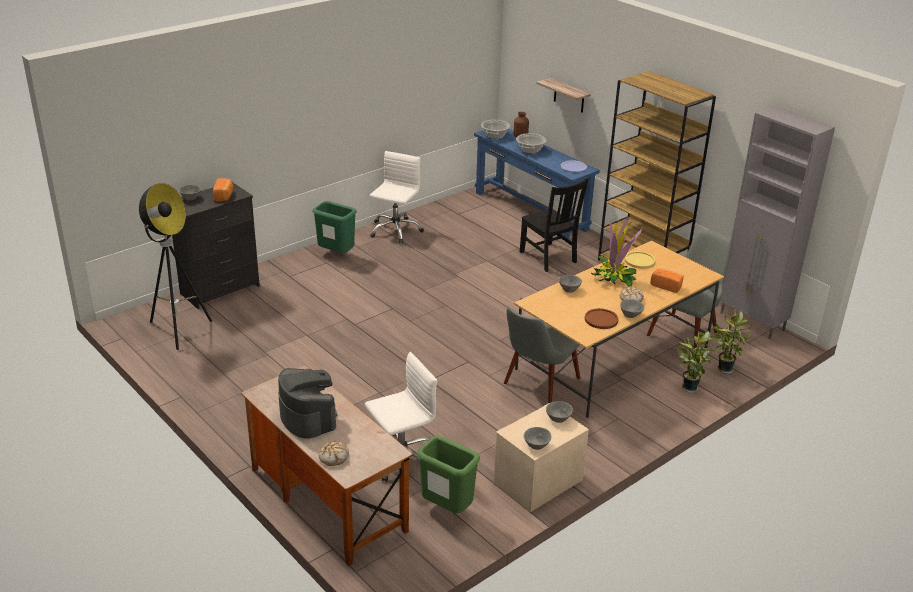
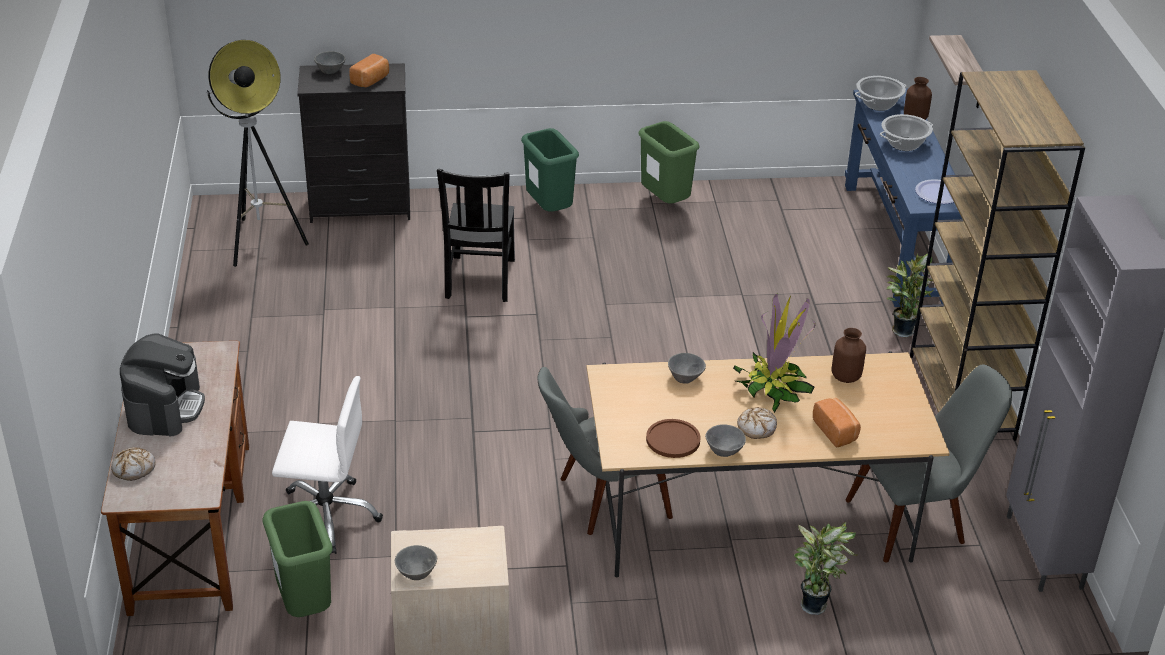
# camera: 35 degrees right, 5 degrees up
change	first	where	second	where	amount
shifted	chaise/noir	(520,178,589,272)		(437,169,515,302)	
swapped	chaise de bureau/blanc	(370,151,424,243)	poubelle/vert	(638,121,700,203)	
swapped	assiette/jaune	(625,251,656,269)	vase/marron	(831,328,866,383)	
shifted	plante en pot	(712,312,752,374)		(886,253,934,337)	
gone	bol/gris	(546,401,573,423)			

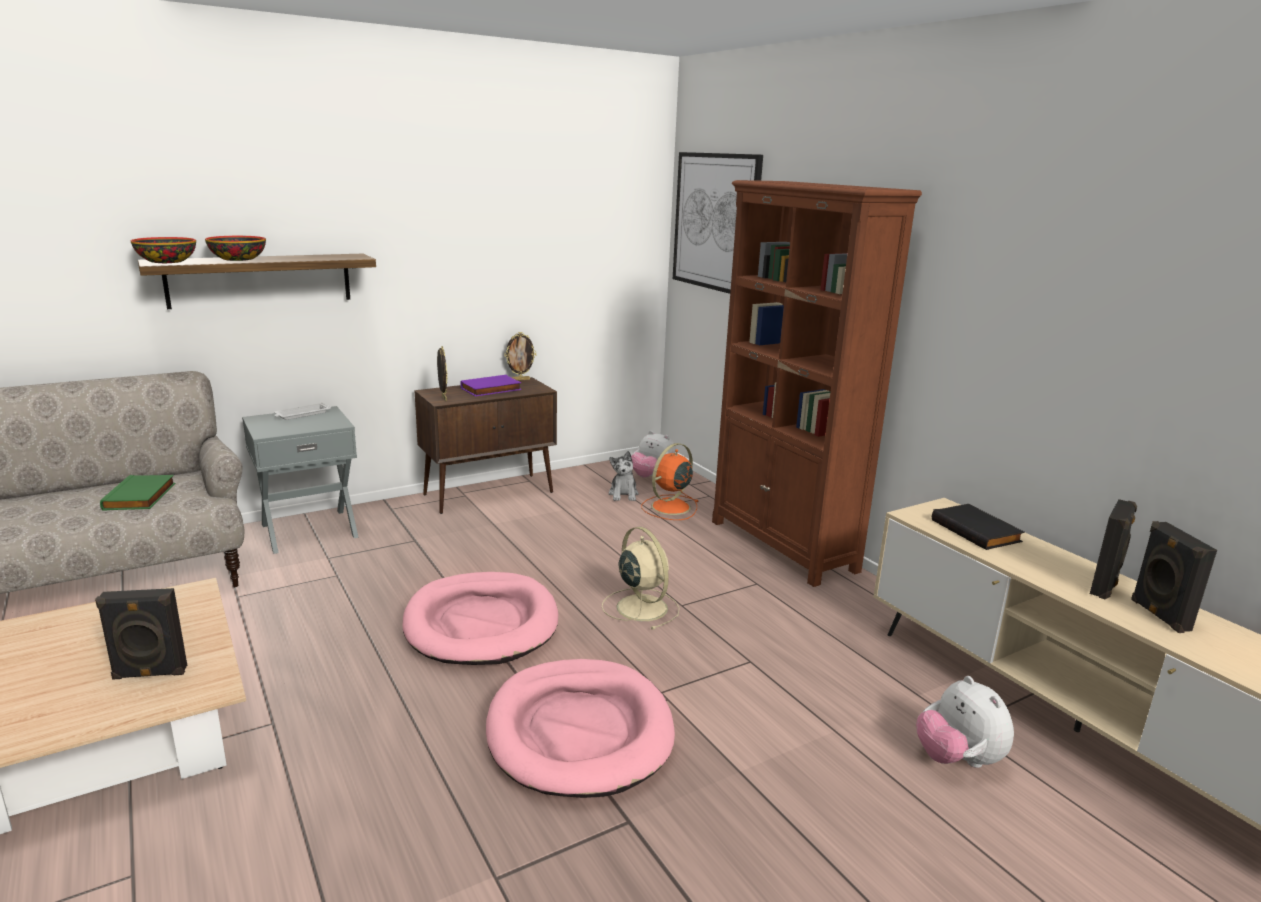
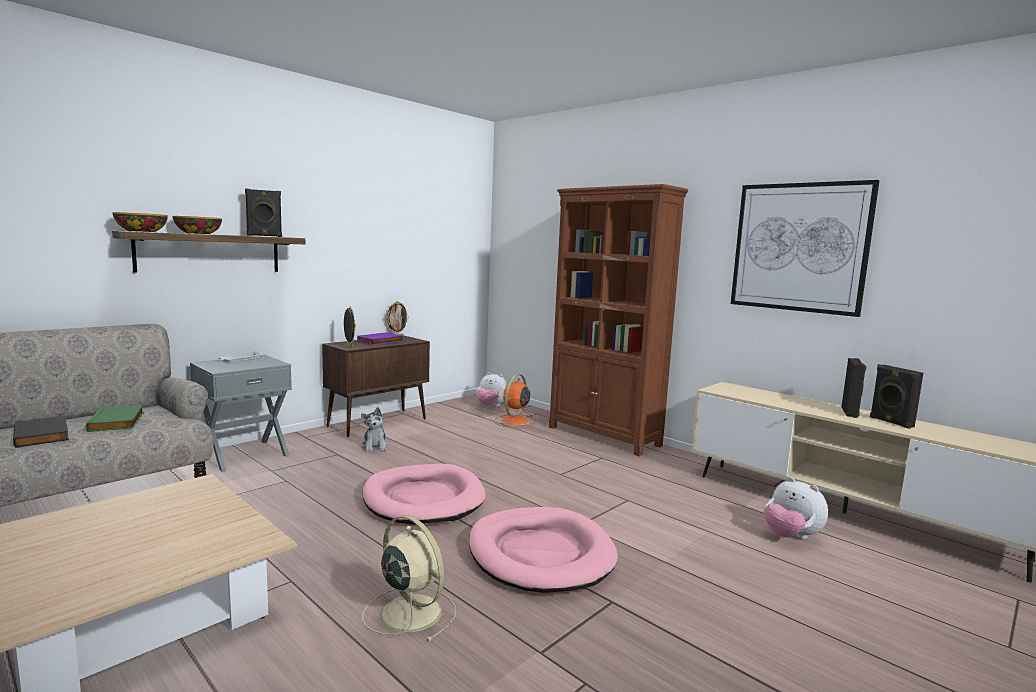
# camera: 15 degrees left, 10 degrees down
change	first	where	second	where	amount
shifted	livre/noir	(932,504,1025,550)		(13,416,69,448)	
shifted	enceinte/noir	(95,588,187,680)		(245,188,282,237)	
shifted	peluche	(608,451,639,501)		(361,407,388,452)	
shifted	ventilateur/beige	(602,527,680,630)		(362,515,456,642)	
shifted	tableau	(673,152,763,294)		(731,180,880,317)	

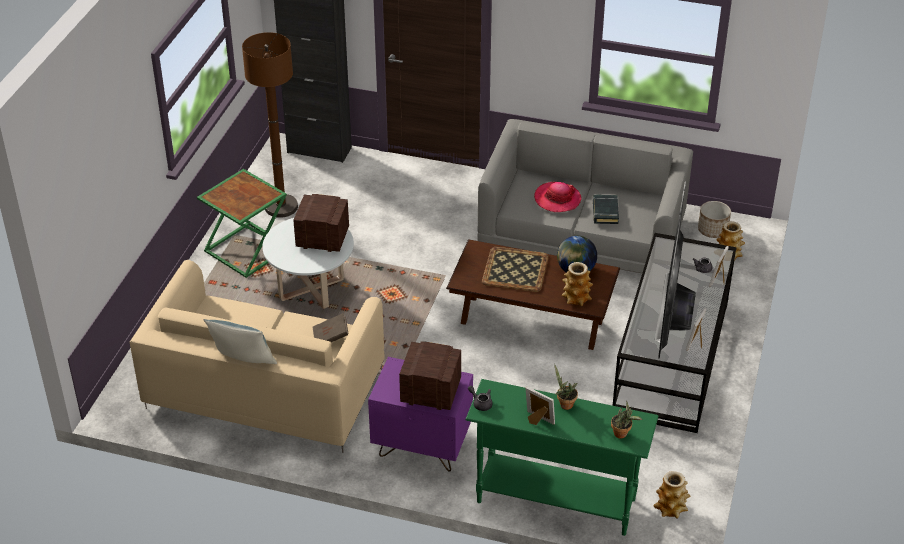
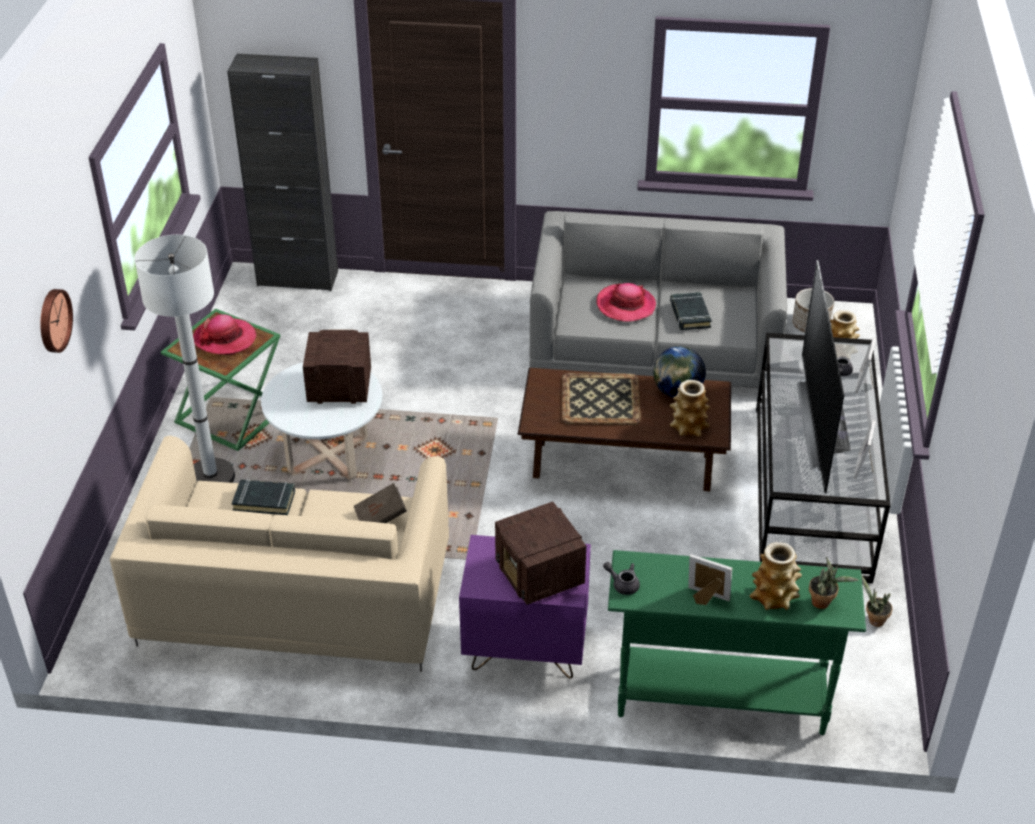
# camera: 10 degrees left, 0 degrees up
change	first	where	second	where	amount
new			horloge murale	(40,289,73,353)	
new			lampadaire/blanc	(134,235,235,483)	
new			chapeau	(193,314,256,355)	
new			livre/noir	(232,479,295,515)	
rotated	radio	(399,342,461,410)		(495,502,586,605)	120 degrees counterclockwise
shifted	vase	(653,471,690,519)		(750,542,802,610)	
shifted	plante en pot	(554,364,578,410)		(861,574,893,627)	
gone	coussin	(203,319,277,364)			
gone	lampadaire/marron	(242,32,298,218)			

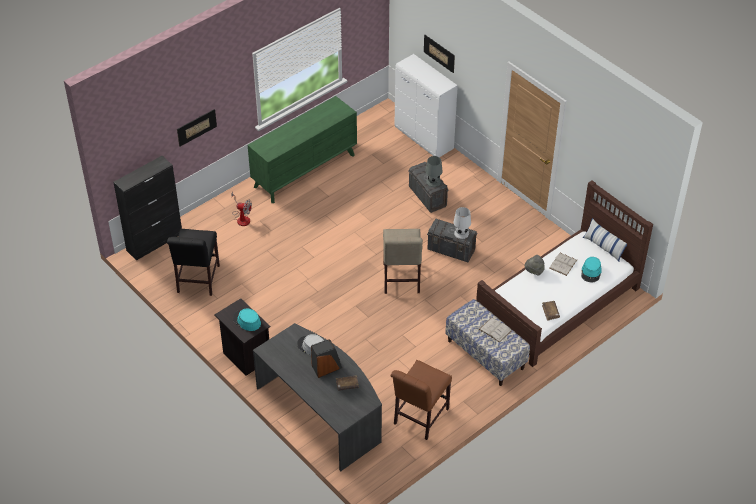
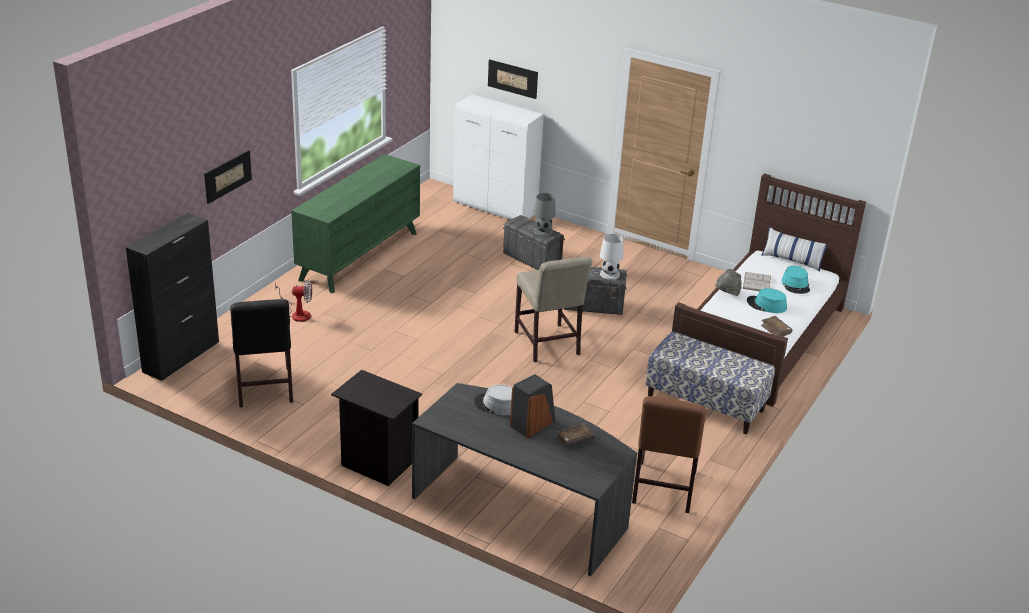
# camera: 20 degrees left, 15 degrees down
change	first	where	second	where	amount
shifted	chapeau/turquoise	(233,309,261,331)		(747,288,787,313)	
gone	livre/blanc	(479,318,512,343)			

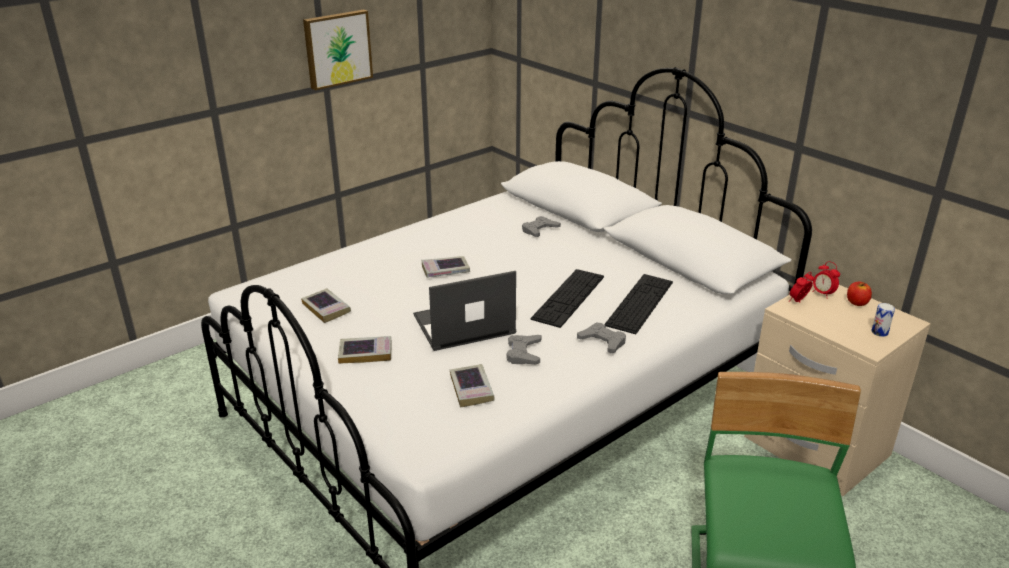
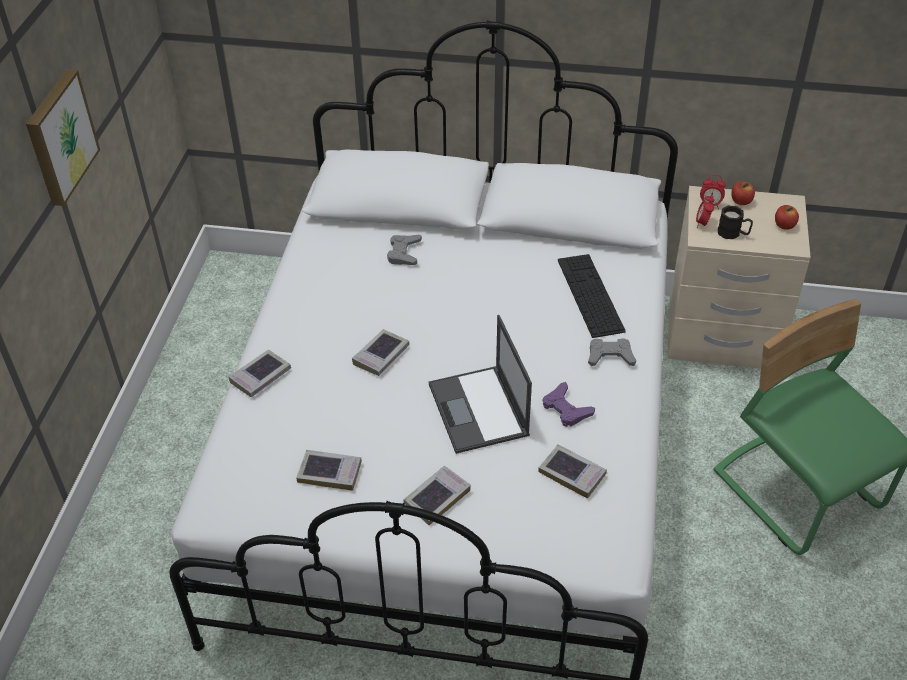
# camera: 40 degrees left, 15 degrees up
change	first	where	second	where	amount
new			livre	(228,350,291,397)	
rotated	ordinateur portable	(413,271,516,351)		(429,315,532,454)	45 degrees counterclockwise
repainted	manette/gris	(506,335,542,364)	manette/violet	(543,382,595,427)	
new			mug/noir	(718,206,753,239)	
swapped	boîte métallique	(871,303,895,337)	pomme	(775,205,799,230)	
gone	clavier	(531,269,604,328)			

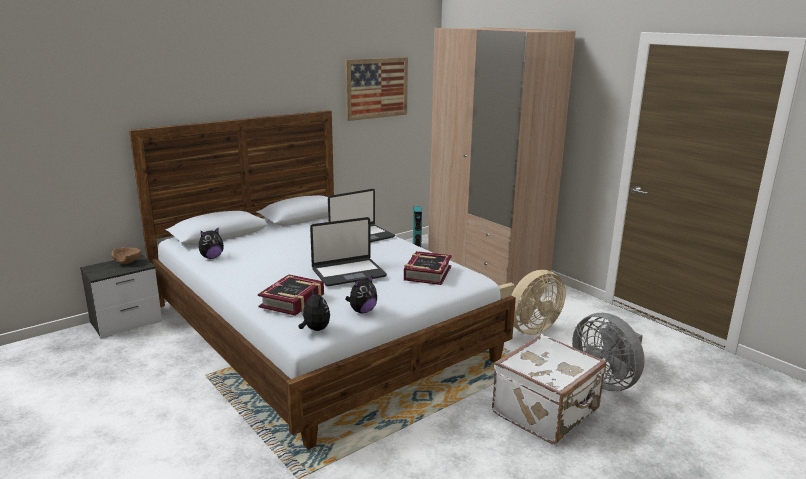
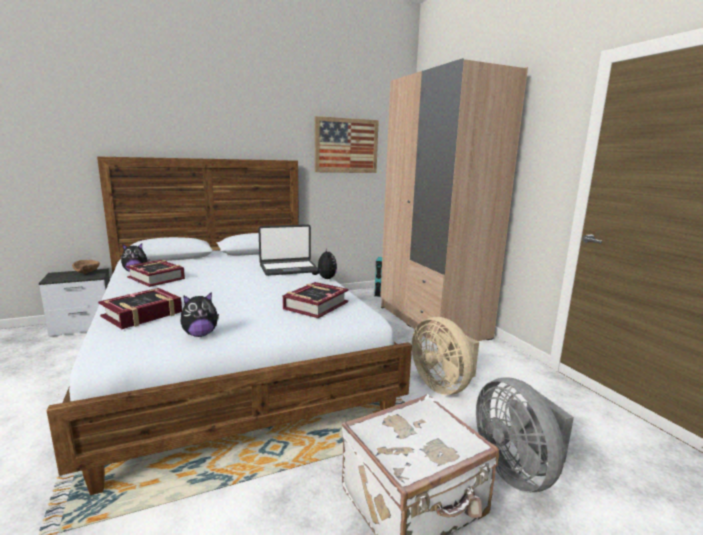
# camera: 15 degrees right, 5 degrees down
change	first	where	second	where	amount
new			livre	(126,260,185,287)	
shifted	peluche	(299,289,330,331)		(312,248,337,279)	
rotated	ventilateur/beige	(499,270,566,335)		(412,317,479,395)	75 degrees clockwise
gone	ordinateur portable	(310,217,387,286)			

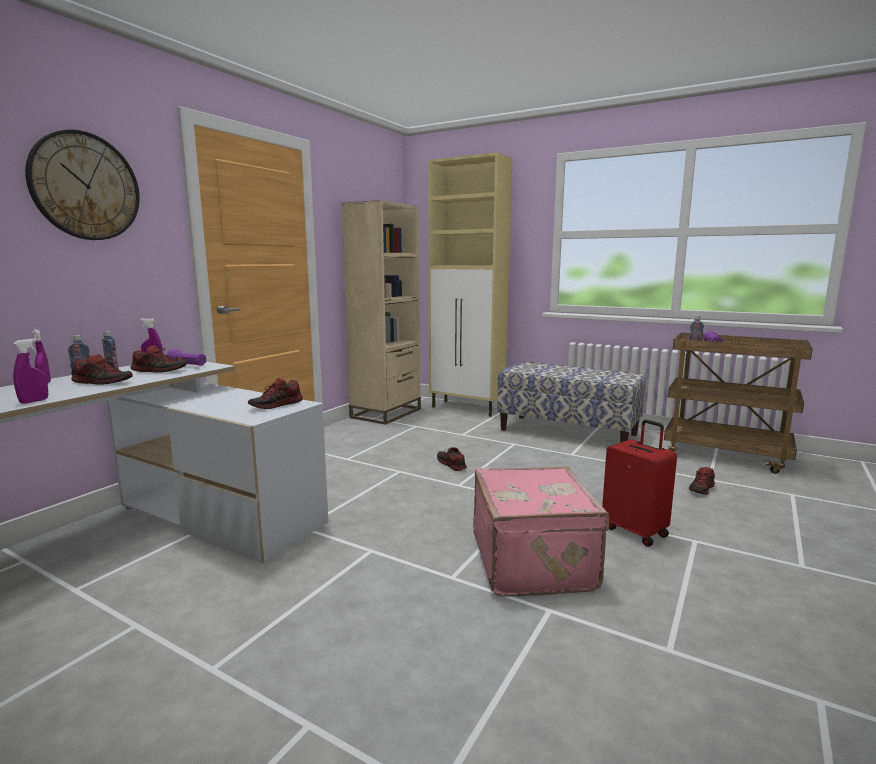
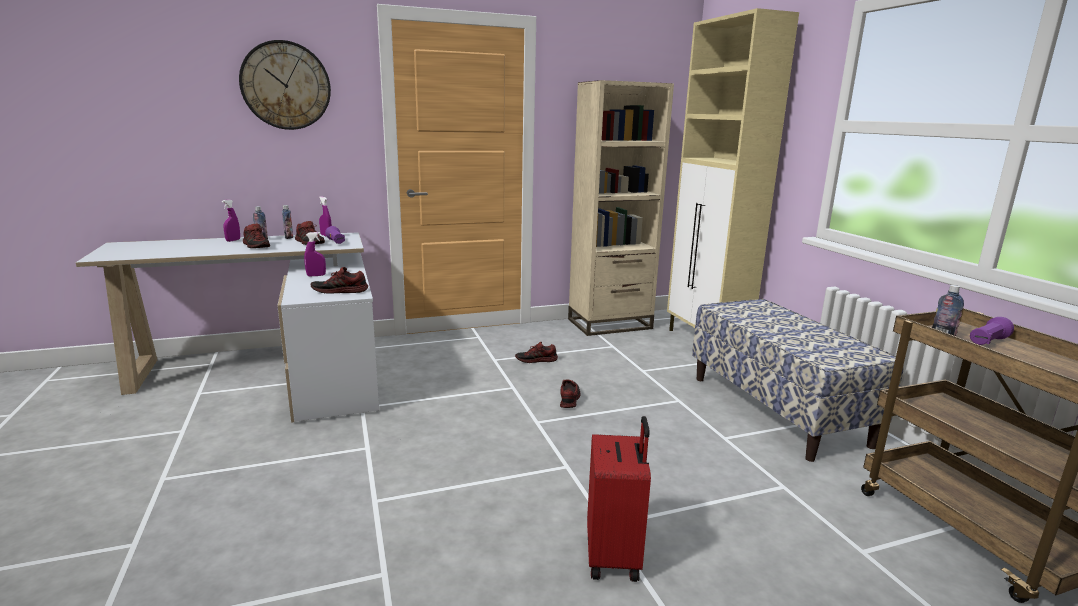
# camera: 40 degrees right, 5 degrees up
change	first	where	second	where	amount
shifted	vaporisateur/violet	(13,339,48,404)		(304,232,326,276)	
shifted	chaussure	(689,467,715,495)		(515,342,558,363)	
gone	valise/rose	(473,466,609,596)			

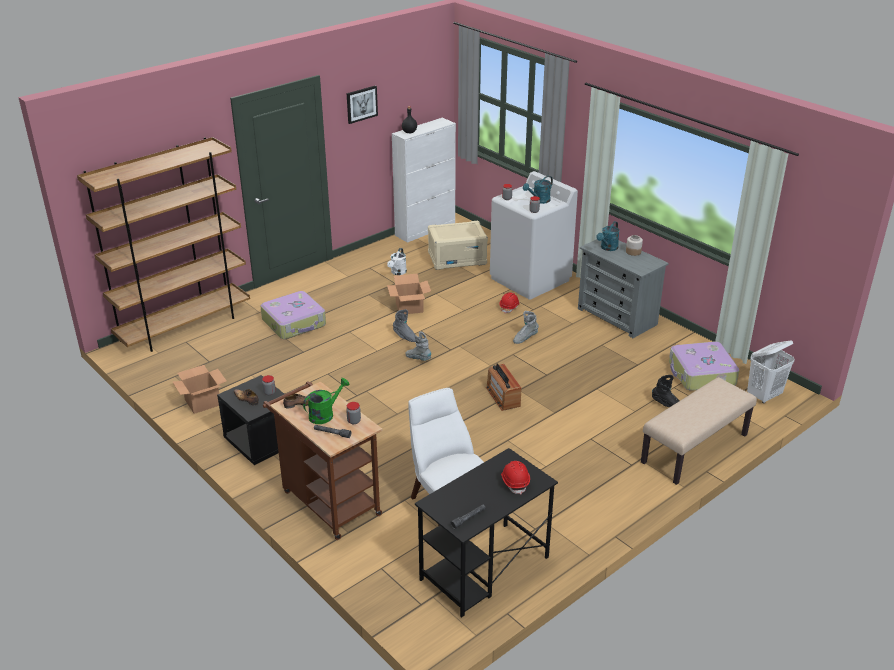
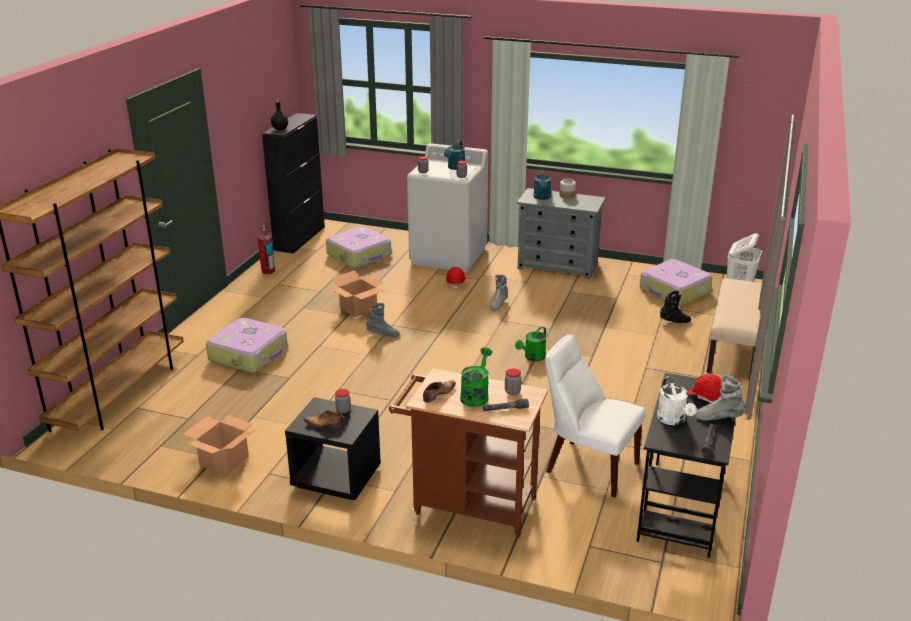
# camera: 30 degrees left, 5 degrees down
change	first	where	second	where	amount
new			extincteur	(257,222,275,274)	
repainted	meuble de rangement/blanc	(392,118,456,243)	meuble de rangement/noir	(262,113,325,254)	
swapped	boîte de rangement/beige	(428,221,488,270)	valise	(326,226,391,268)	
swapped	radio	(486,363,522,411)	arrosoir/vert	(515,326,546,361)	
shifted	arrosoir/blanc	(387,248,407,275)		(657,377,697,426)	
shifted	botte/gris	(405,331,431,361)		(695,375,746,421)	
gone	tableau	(347,86,378,124)			

